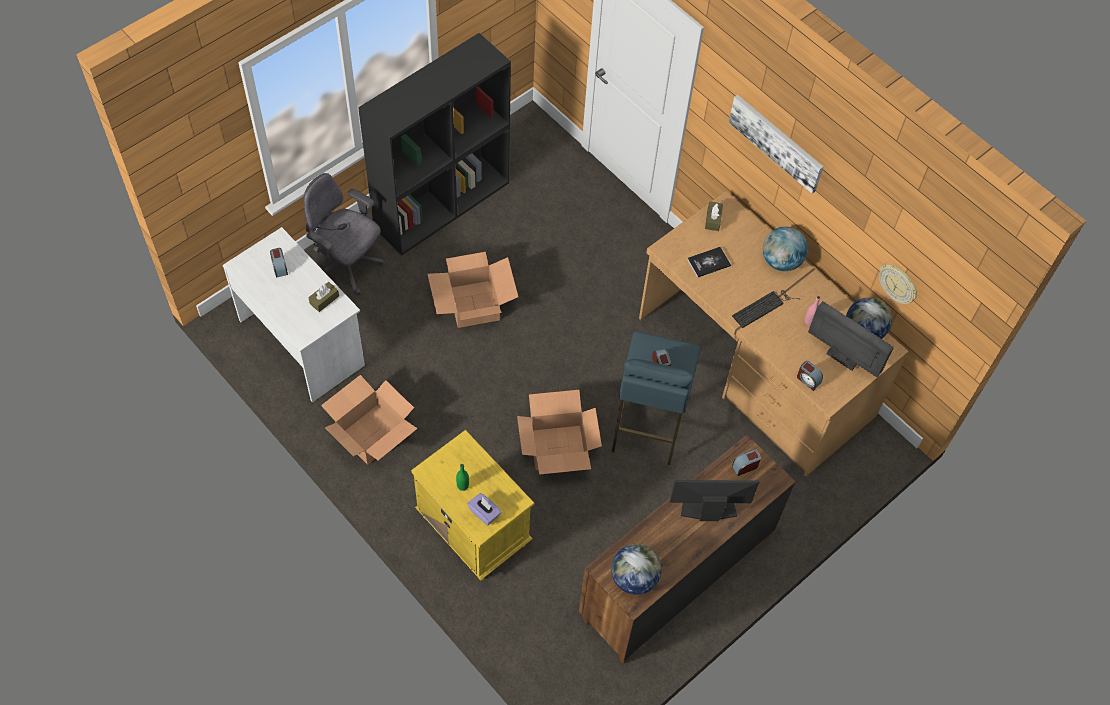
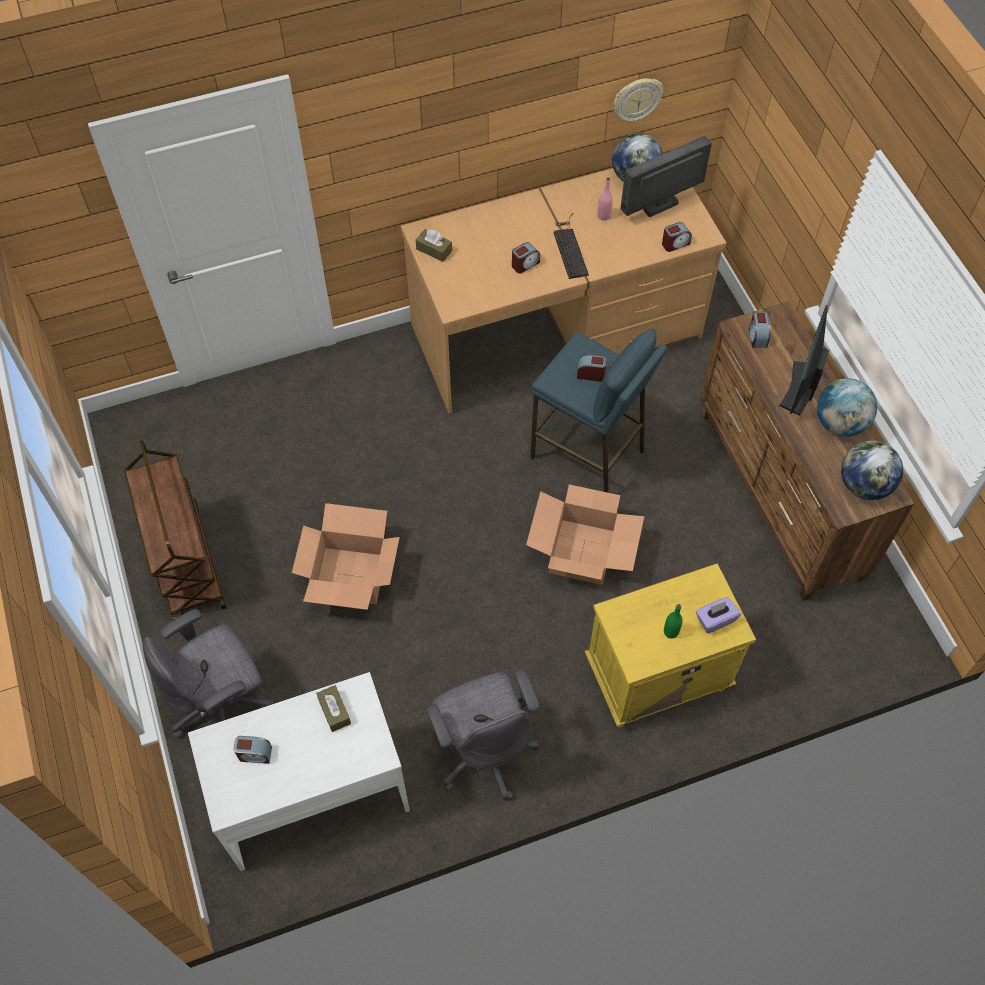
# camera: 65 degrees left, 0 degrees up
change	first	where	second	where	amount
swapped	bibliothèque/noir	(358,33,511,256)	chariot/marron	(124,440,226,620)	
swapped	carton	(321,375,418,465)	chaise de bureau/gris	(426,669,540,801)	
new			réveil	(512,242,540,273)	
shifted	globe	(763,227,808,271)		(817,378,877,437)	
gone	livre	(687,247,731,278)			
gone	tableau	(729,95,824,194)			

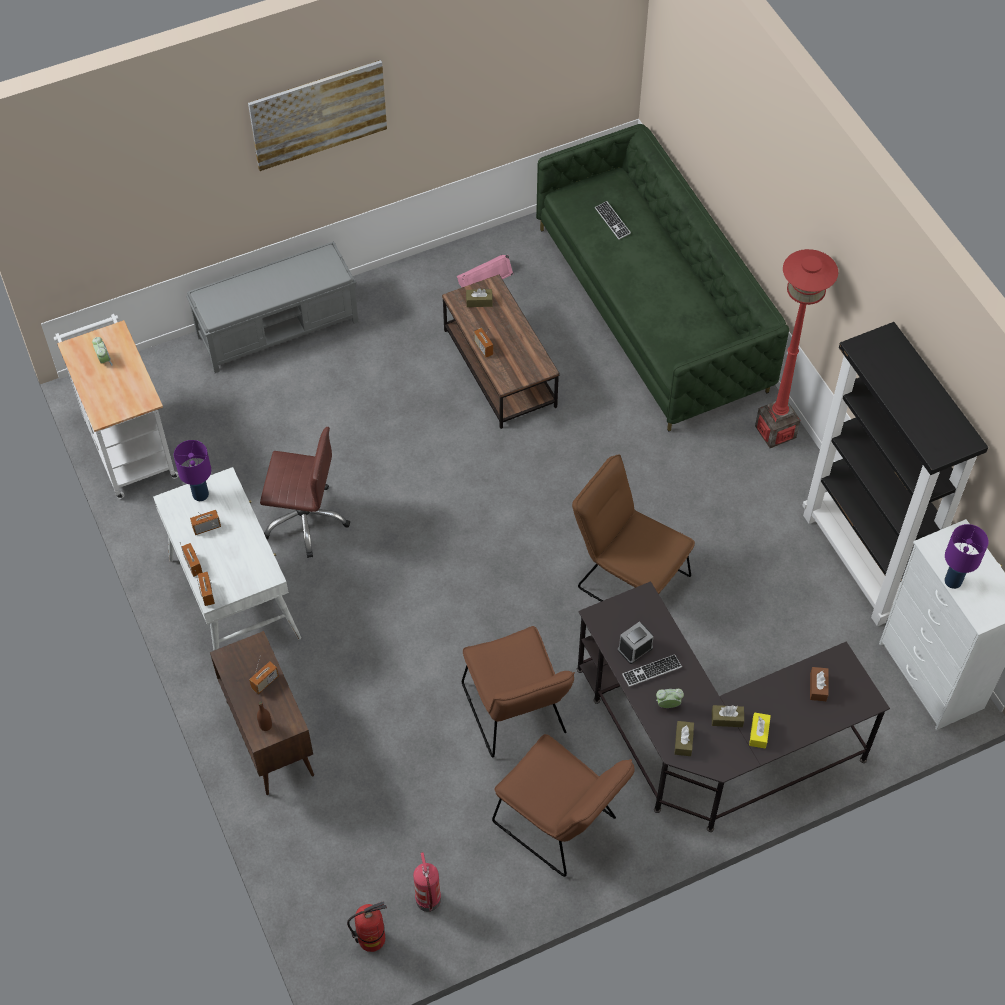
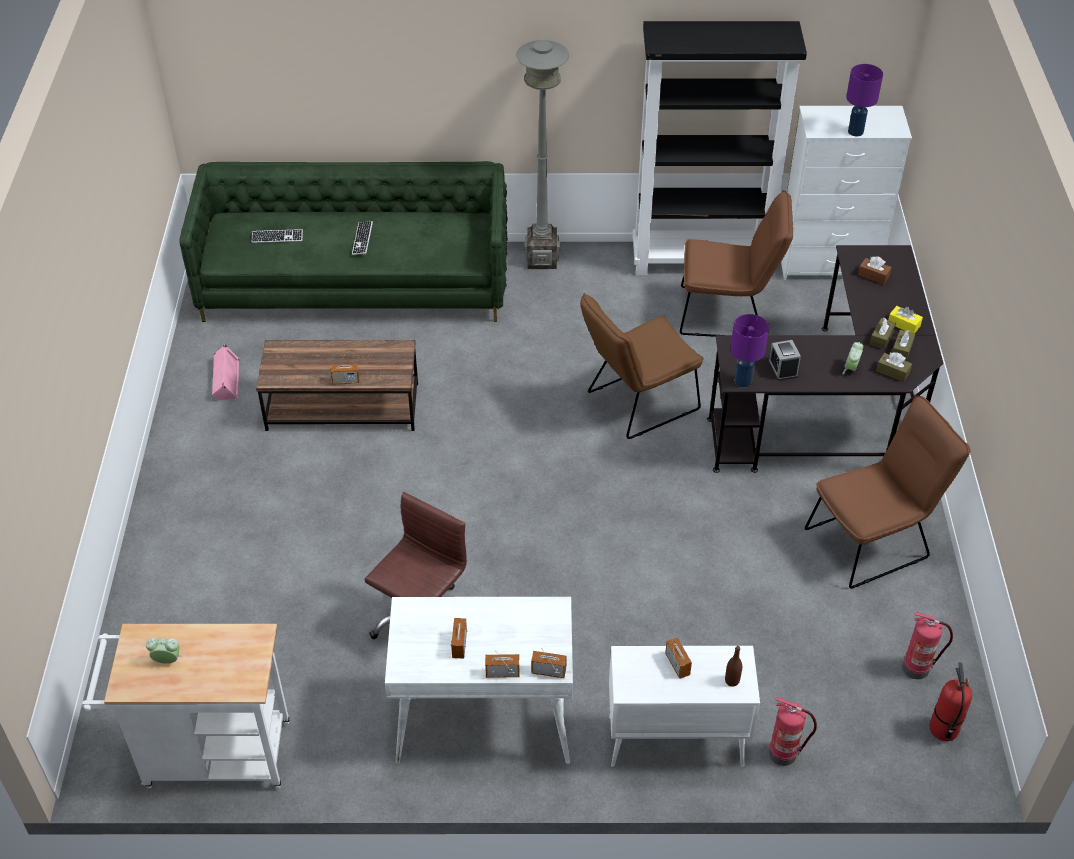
# camera: 65 degrees left, 10 degrees down
change	first	where	second	where	amount
shifted	clavier	(622,654,682,687)		(352,221,373,255)	
repainted	lampadaire/rouge	(755,249,838,448)	lampadaire/gris	(516,40,569,269)	
repainted	meuble de rangement/marron	(210,631,314,795)	meuble de rangement/blanc	(609,646,760,767)	
shifted	chaise/marron	(462,626,575,758)		(680,190,793,337)	
shifted	lampe de table/violet	(174,440,211,501)		(730,314,769,388)	
new			extincteur	(769,697,817,766)	
shifted	boîte à mouchoirs/marron	(466,288,493,307)		(892,330,915,361)	
gone	banc/gris	(186,241,358,373)			
gone	tableau	(248,60,387,171)			

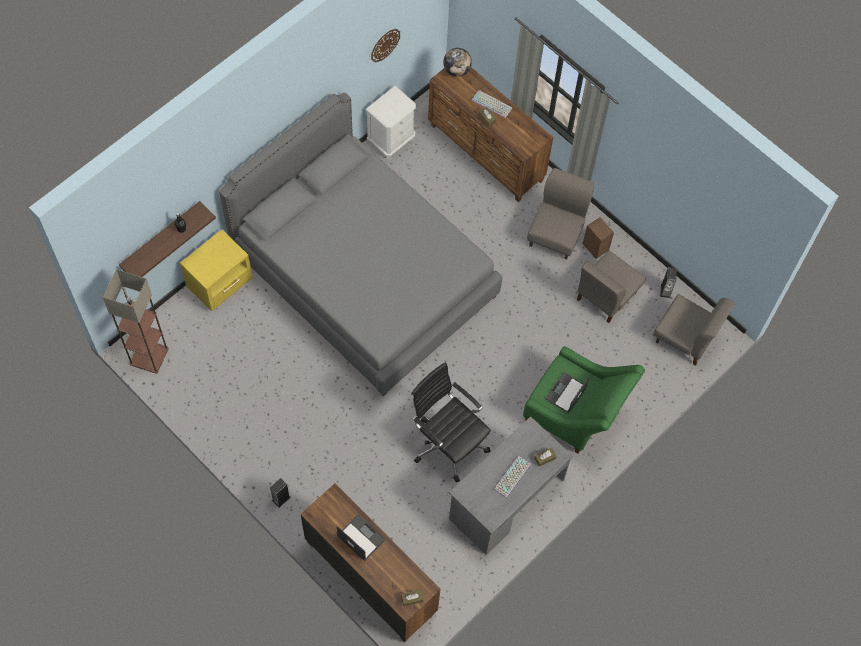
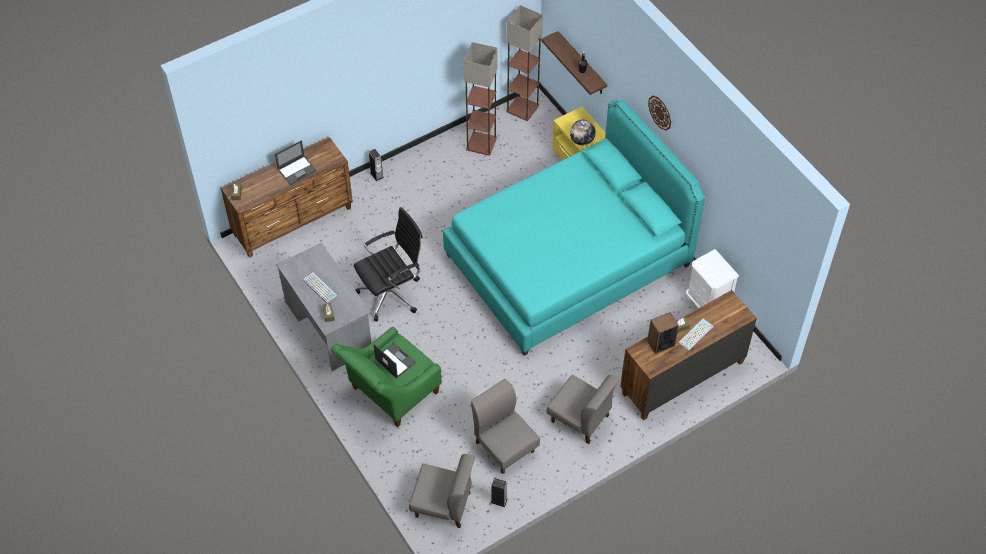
# camera: 105 degrees right, 10 degrees down
change	first	where	second	where	amount
rotated	chaise/gris	(653,294,735,366)		(409,454,475,528)	120 degrees counterclockwise
repainted	lit/gris	(219,92,502,396)	lit/turquoise	(443,99,705,356)	
new			lampadaire	(464,42,498,156)	
shifted	globe	(443,48,472,77)		(570,120,596,145)	
shifted	enceinte	(583,217,614,259)		(647,312,679,354)	
shifted	horloge murale	(371,29,400,62)		(648,96,671,131)	

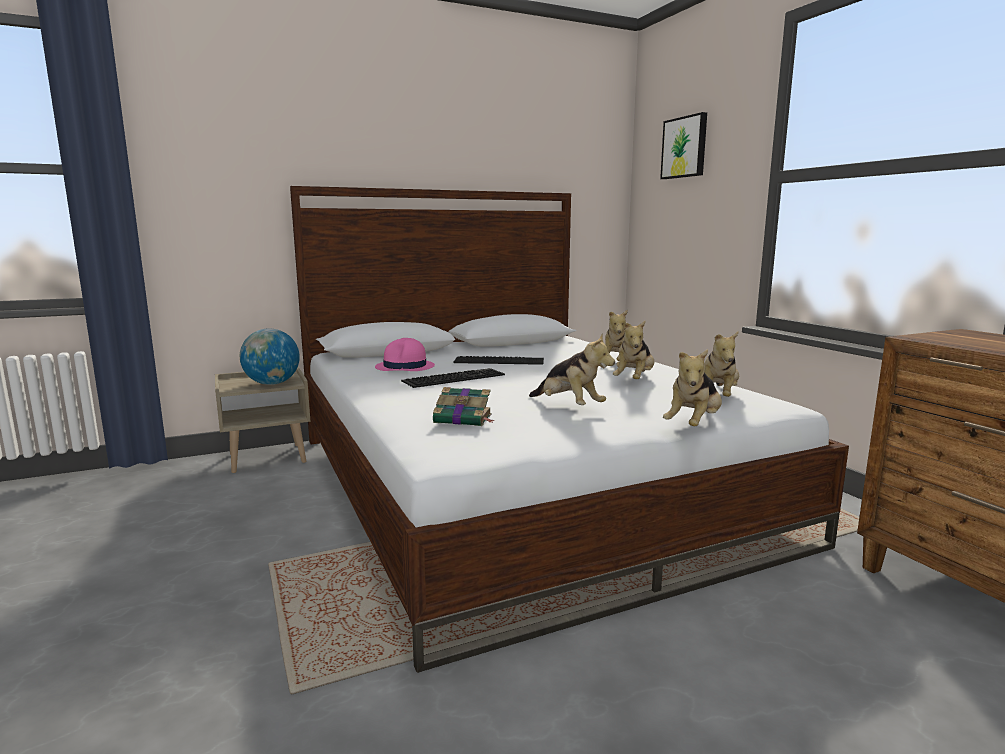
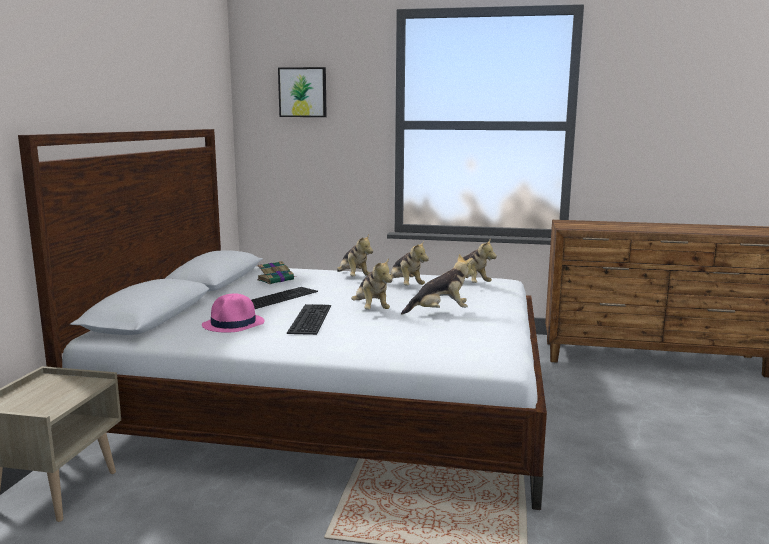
# camera: 55 degrees left, 0 degrees up
change	first	where	second	where	amount
shifted	livre	(433,387,494,426)		(257,261,296,284)	
shifted	peluche	(663,349,722,426)		(351,258,393,310)	
gone	globe	(240,328,300,385)			

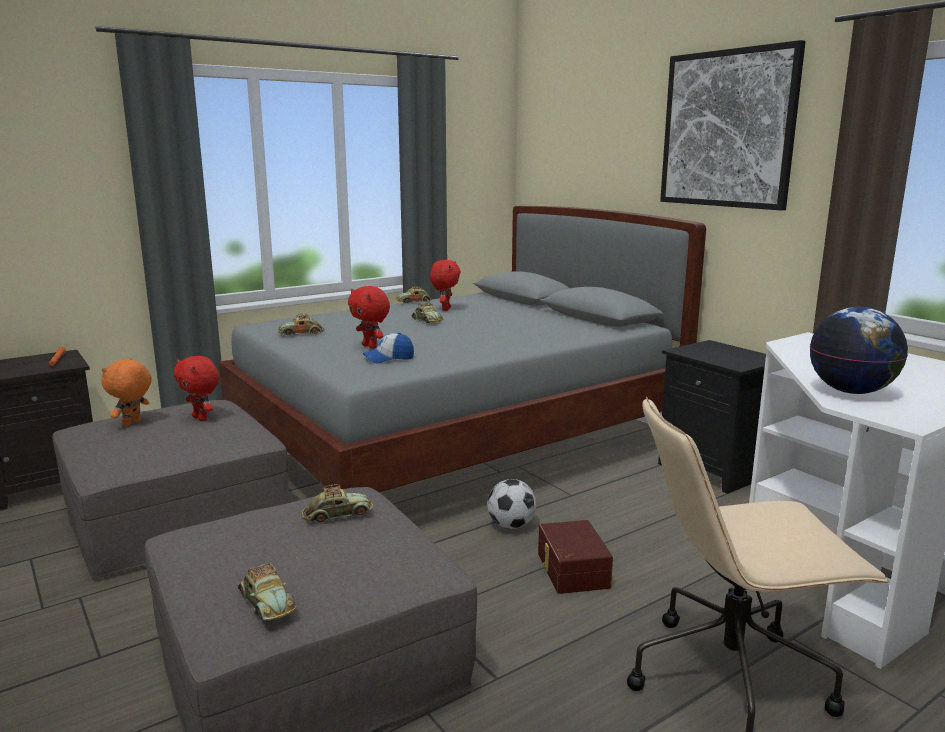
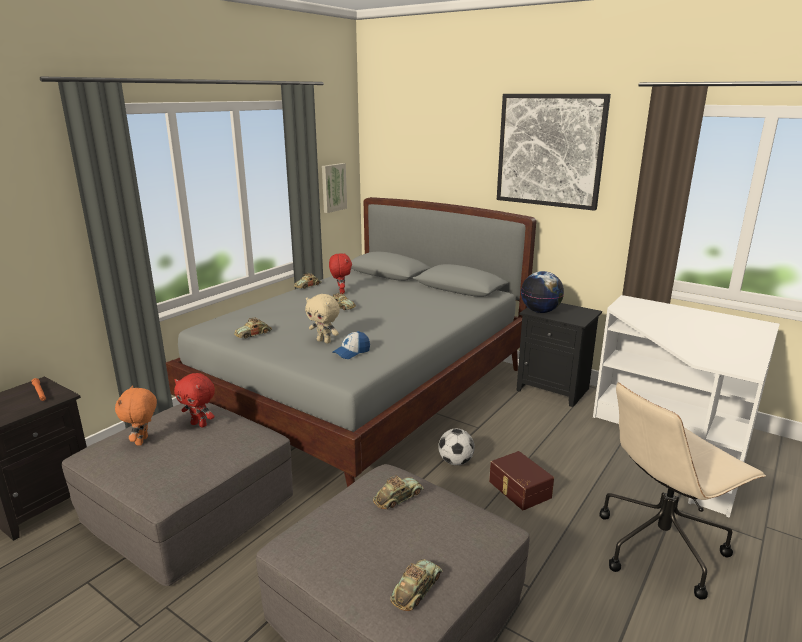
# camera: 20 degrees left, 5 degrees up
change	first	where	second	where	amount
repainted	peluche/rouge	(348,286,390,349)	peluche/beige	(305,294,340,344)	
new			tableau	(322,163,347,213)	
rotated	petite voiture	(238,563,296,621)		(390,559,442,611)	90 degrees counterclockwise
shifted	globe	(810,307,908,394)		(521,271,564,313)	

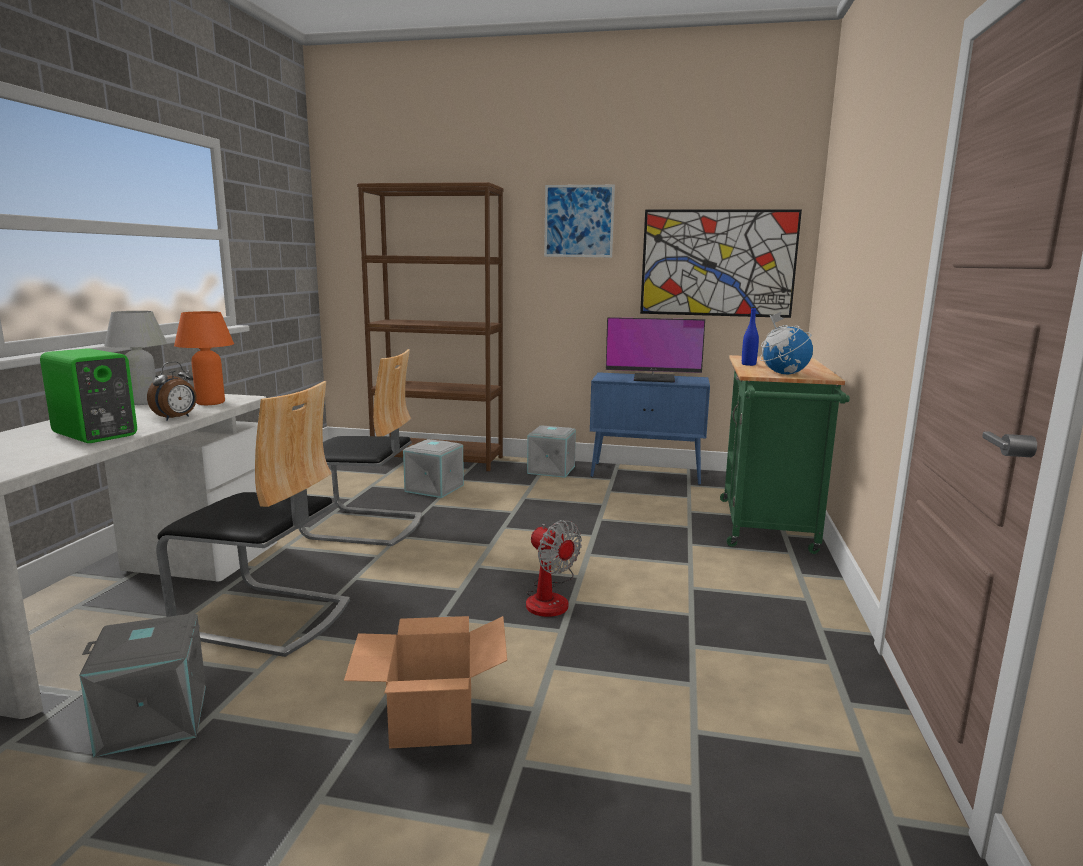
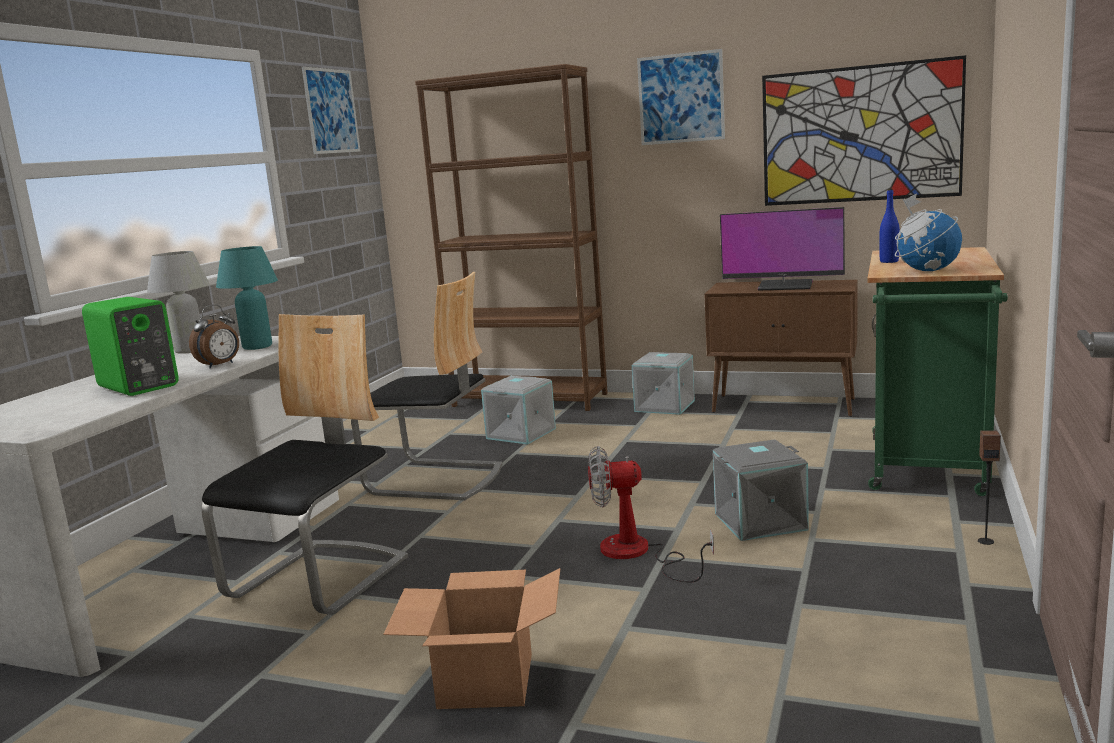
# camera: 10 degrees right, 0 degrees up
change	first	where	second	where	amount
rotated	chaise	(156,381,350,657)		(202,314,408,615)	90 degrees counterclockwise
repainted	lampe de table/orange	(174,311,234,405)	lampe de table/turquoise	(216,246,278,350)	
new			tableau	(302,67,360,154)	
rotated	ventilateur	(526,520,582,617)		(588,446,714,583)	120 degrees clockwise
repainted	meuble de rangement/bleu	(590,372,710,485)	meuble de rangement/marron	(704,280,858,417)	
shifted	boîte de rangement/gris	(79,613,206,757)		(713,440,809,541)	
new			enceinte	(978,430,1001,545)	

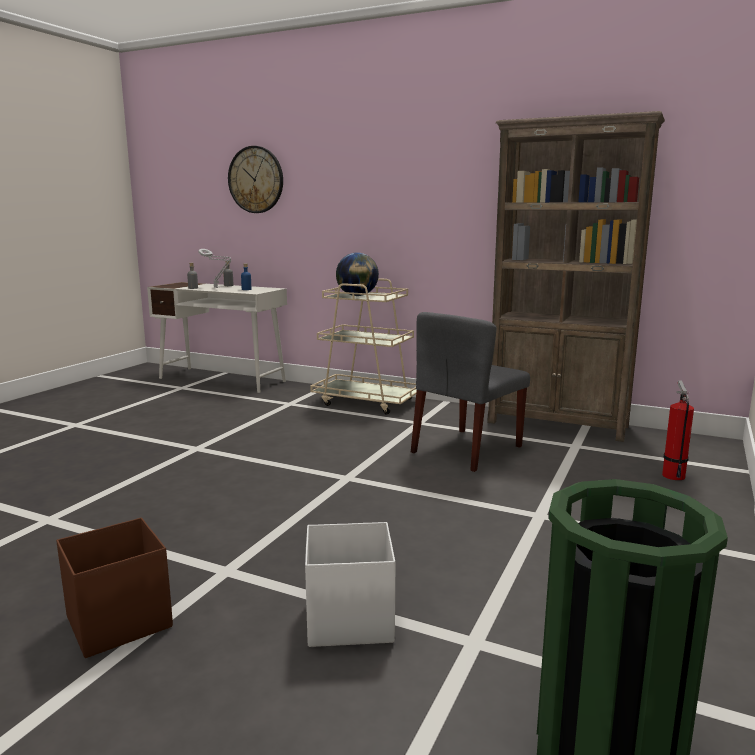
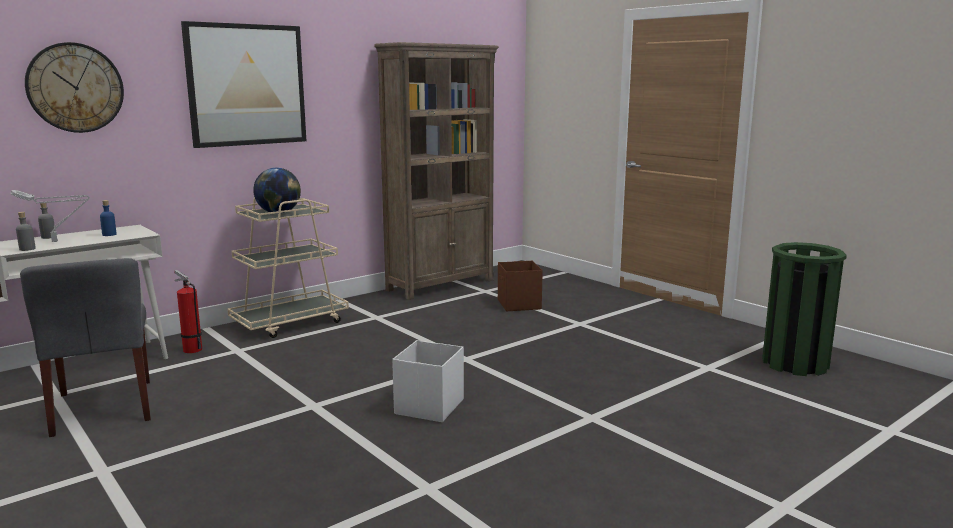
# camera: 65 degrees left, 0 degrees up
change	first	where	second	where	amount
shifted	chaise/gris	(411,312,530,472)		(20,258,151,437)	
shifted	extincteur	(662,380,694,480)		(174,270,202,353)	
new			tableau	(181,21,306,148)	
shifted	boîte de rangement/blanc	(305,522,395,647)		(392,340,464,422)	
shifted	boîte de rangement/marron	(56,518,173,658)		(498,261,543,311)	

